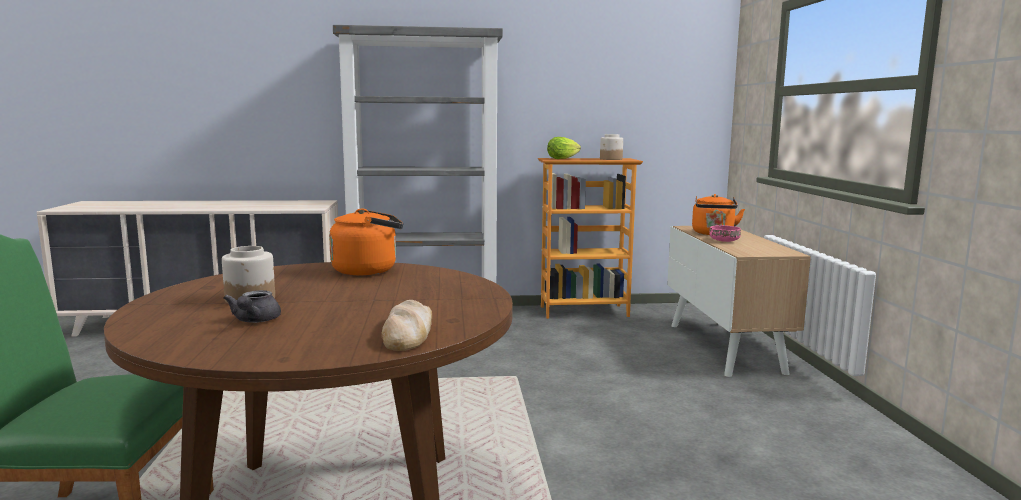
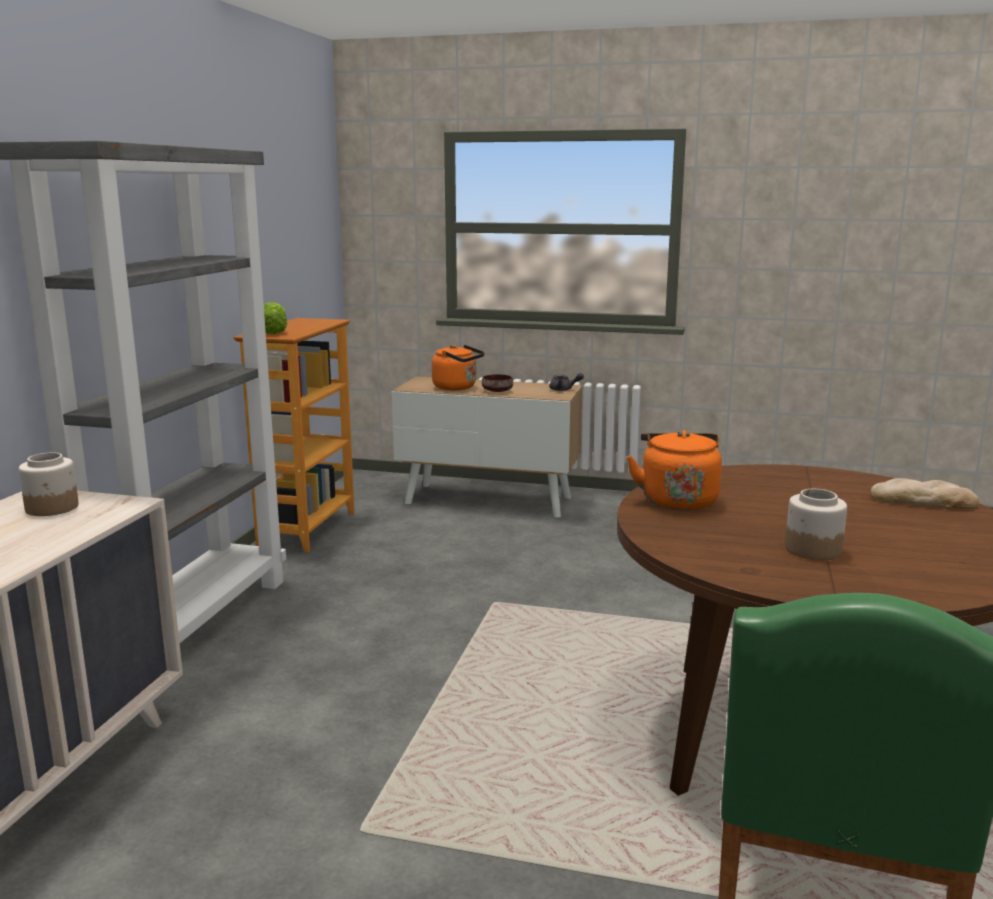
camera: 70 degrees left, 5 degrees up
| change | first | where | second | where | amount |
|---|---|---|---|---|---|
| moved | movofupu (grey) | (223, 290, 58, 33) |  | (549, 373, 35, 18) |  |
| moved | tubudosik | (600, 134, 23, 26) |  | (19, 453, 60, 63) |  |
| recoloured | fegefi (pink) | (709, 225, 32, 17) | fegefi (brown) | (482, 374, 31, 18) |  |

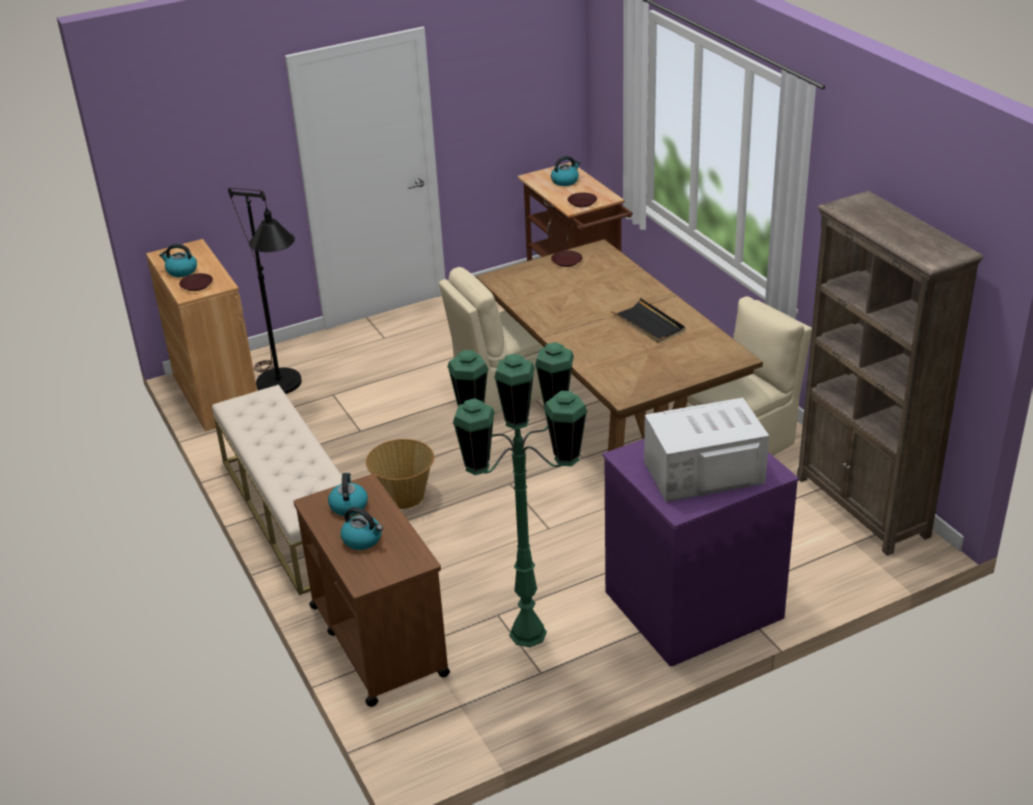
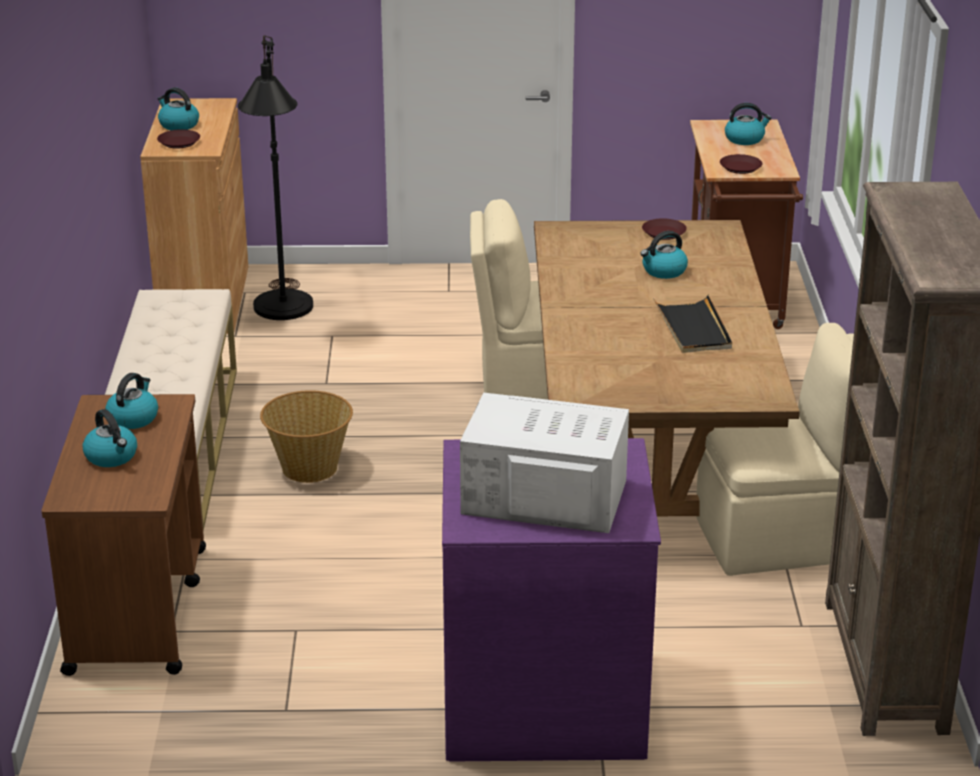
camera: 25 degrees right, 5 degrees down
| change | first | where | second | where | amount |
|---|---|---|---|---|---|
| removed | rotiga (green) | (447, 342, 140, 305) |  |  |  |
| added |  |  | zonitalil | (640, 231, 48, 48) |  |

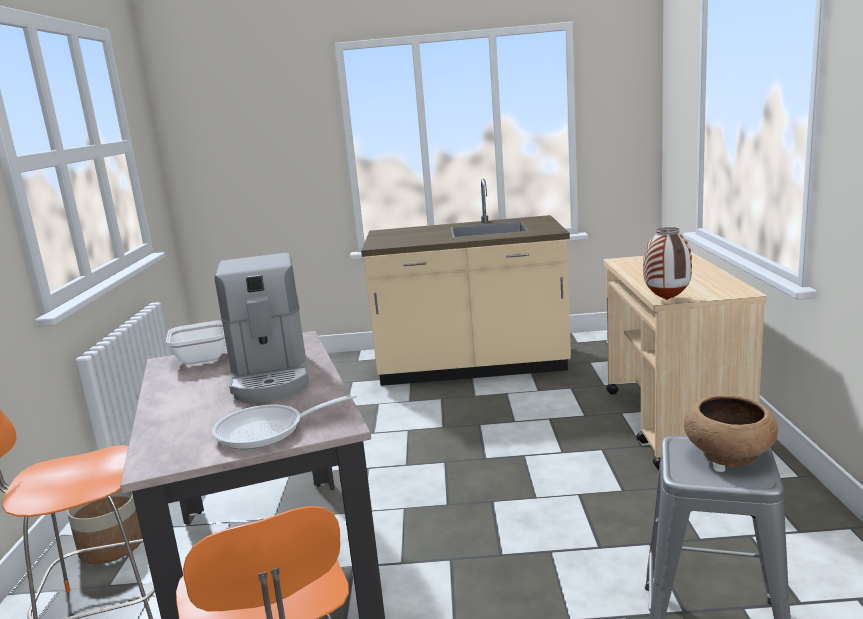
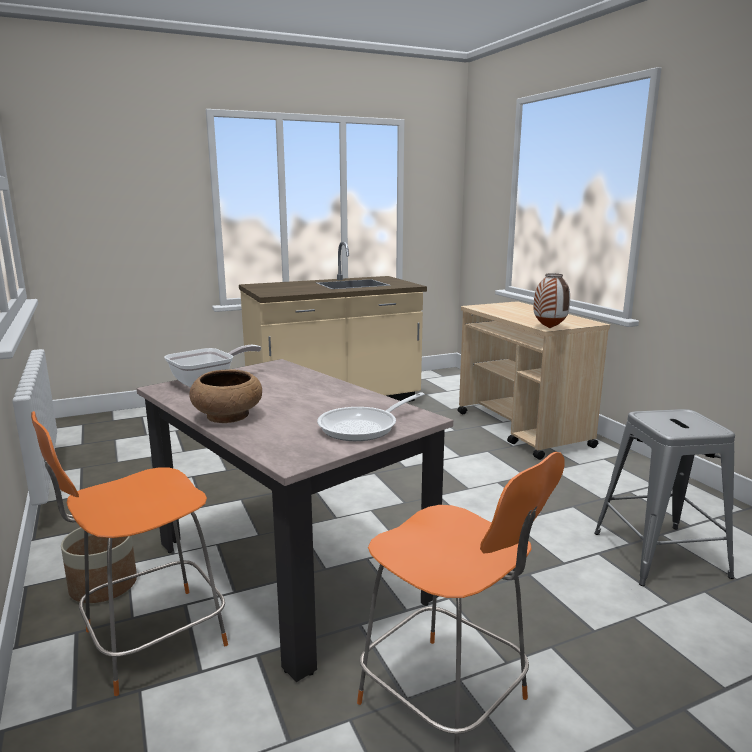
camera: 25 degrees left, 0 degrees up
| change | first | where | second | where | amount |
|---|---|---|---|---|---|
| removed | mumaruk | (214, 253, 95, 150) |  |  |  |
| moved | fegefi (brown) | (684, 395, 94, 71) |  | (189, 369, 73, 54) |  |

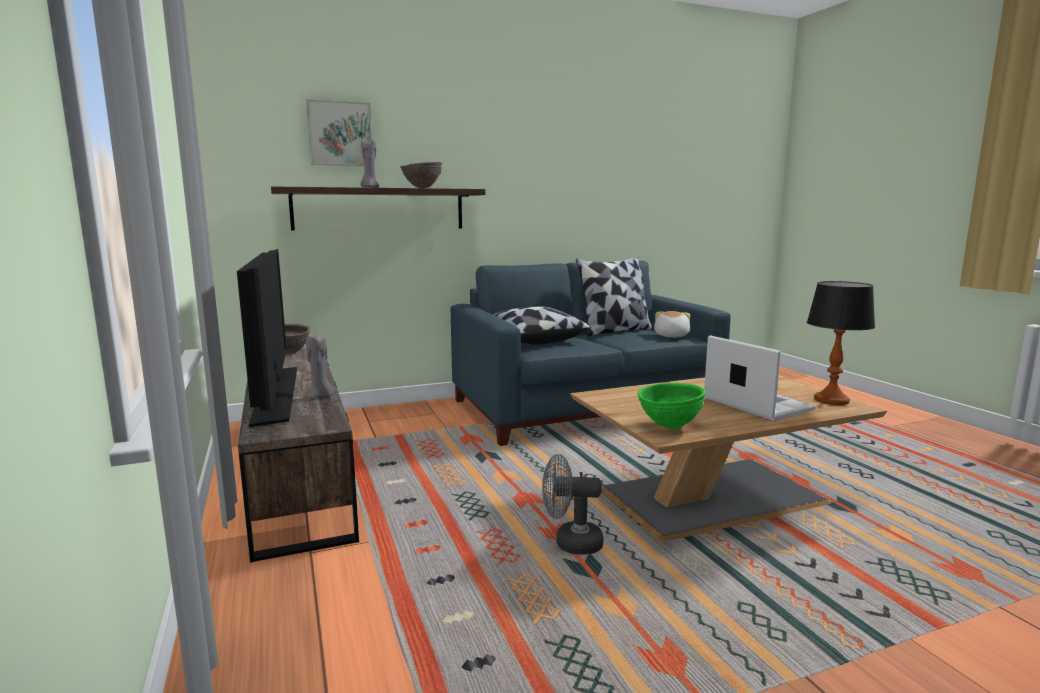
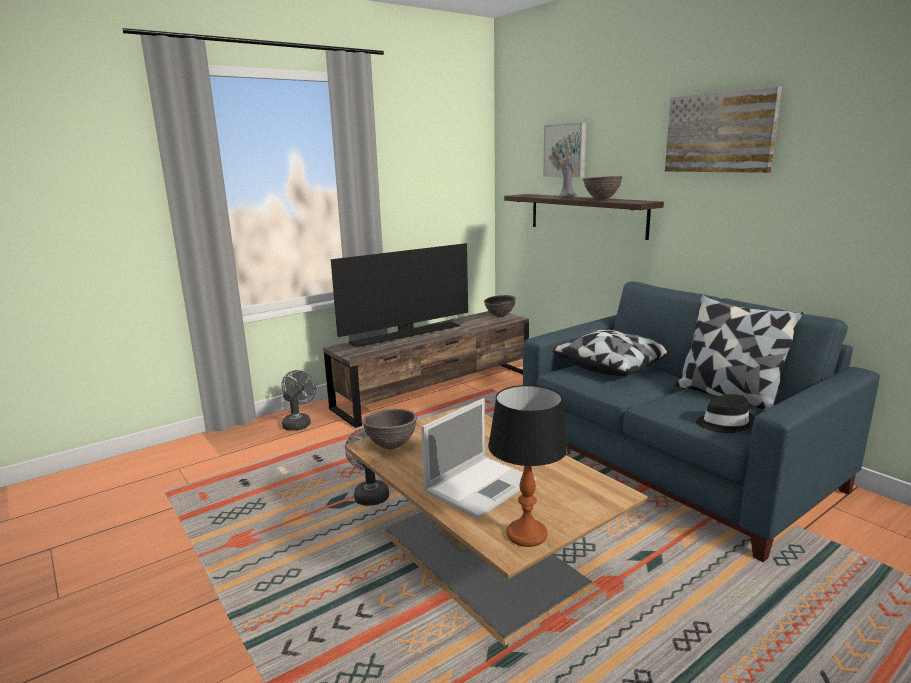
camera: 75 degrees right, 5 degrees up
| change | first | where | second | where | amount |
|---|---|---|---|---|---|
| removed | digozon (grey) | (306, 336, 28, 63) |  |  |  |
| recoloured | fegefi (green) | (637, 383, 69, 46) | fegefi (brown) | (361, 409, 56, 41) |  |
| replaced | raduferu | (654, 311, 36, 27) | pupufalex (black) | (696, 394, 59, 39) |  |
| added |  |  | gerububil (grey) | (282, 370, 34, 61) |  |
| added |  |  | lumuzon | (665, 87, 117, 86) |  |

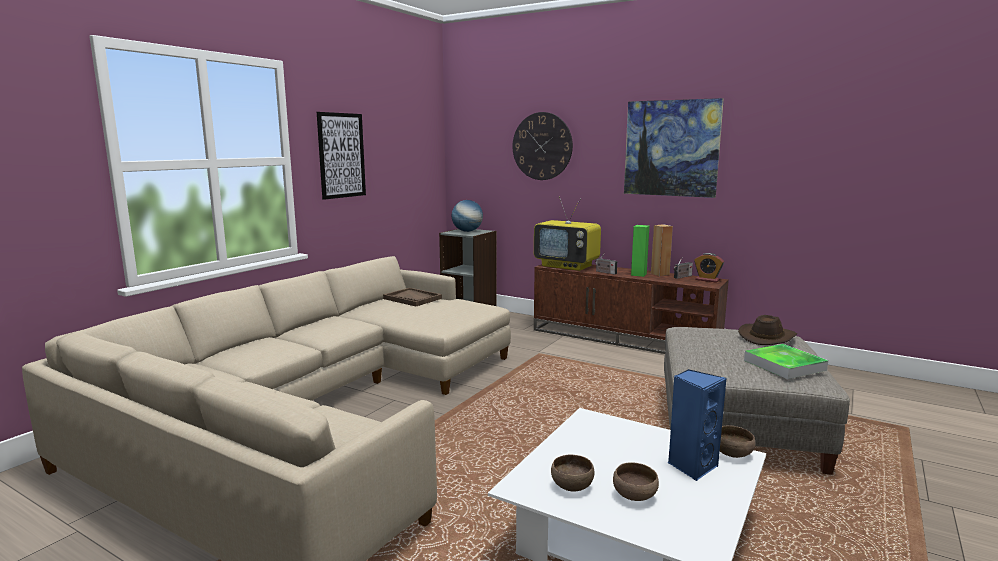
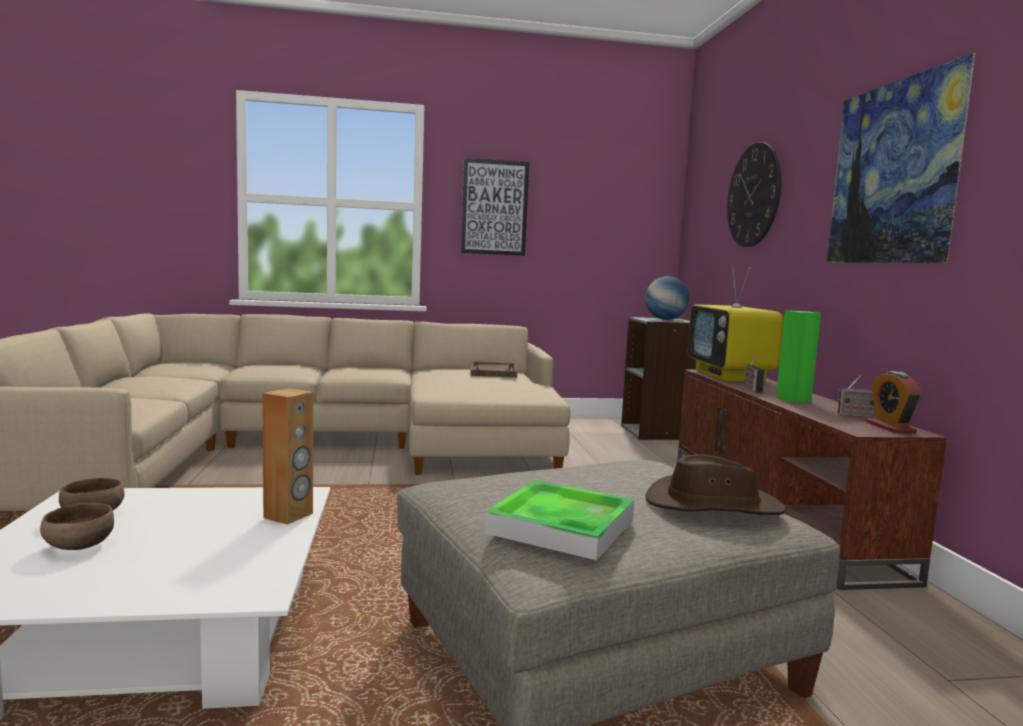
camera: 50 degrees right, 5 degrees down
| change | first | where | second | where | amount |
|---|---|---|---|---|---|
| moved | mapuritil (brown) | (651, 224, 22, 52) |  | (262, 388, 51, 137) |  |
| removed | mapuritil (blue) | (668, 369, 59, 112) |  |  |  |
| removed | fegefi (brown) | (720, 425, 35, 33) |  |  |  |

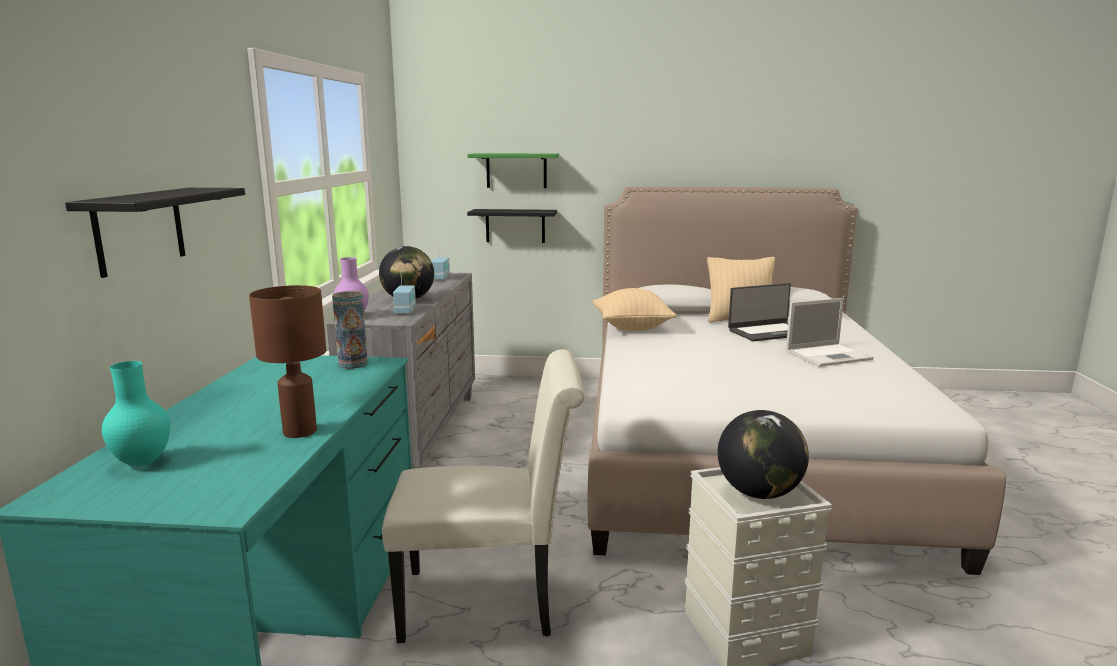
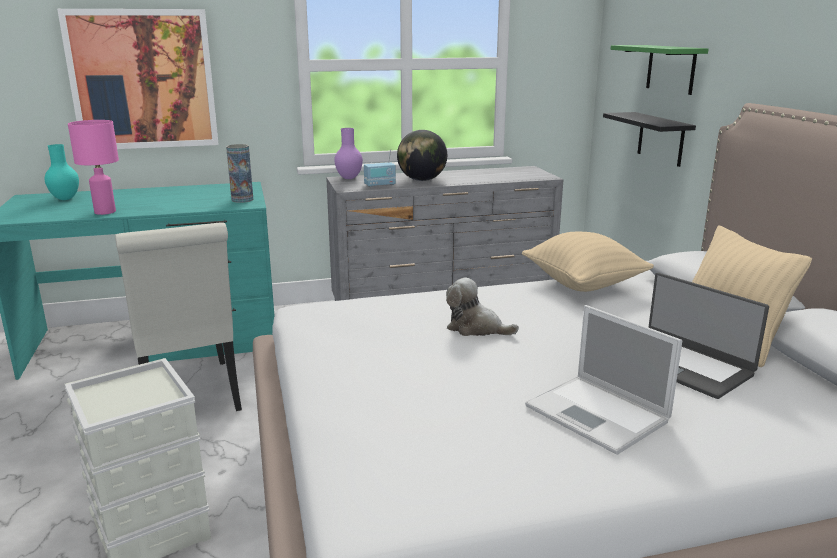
camera: 70 degrees right, 5 degrees up
| change | first | where | second | where | amount |
|---|---|---|---|---|---|
| replaced | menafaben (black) | (65, 188, 180, 90) | lumuzon | (57, 9, 162, 140) |  |
| recoloured | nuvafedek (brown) | (249, 285, 77, 153) | nuvafedek (pink) | (68, 120, 51, 95) |  |
| removed | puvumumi | (431, 246, 19, 35) |  |  |  |
| removed | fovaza | (718, 410, 91, 89) |  |  |  |
| added |  |  | raduferu | (446, 278, 73, 58) |  |

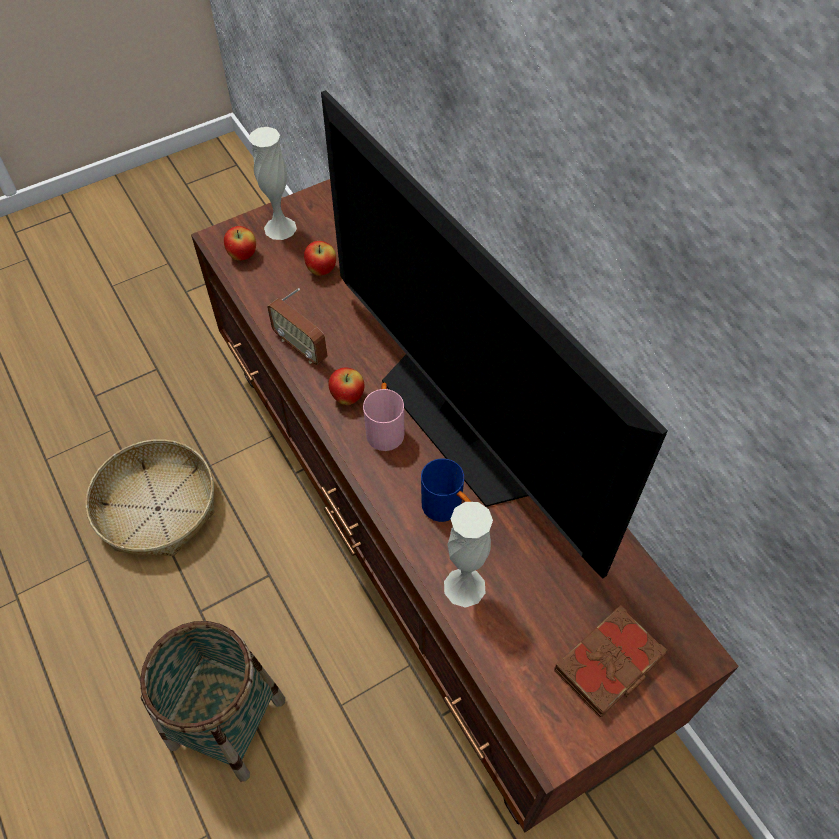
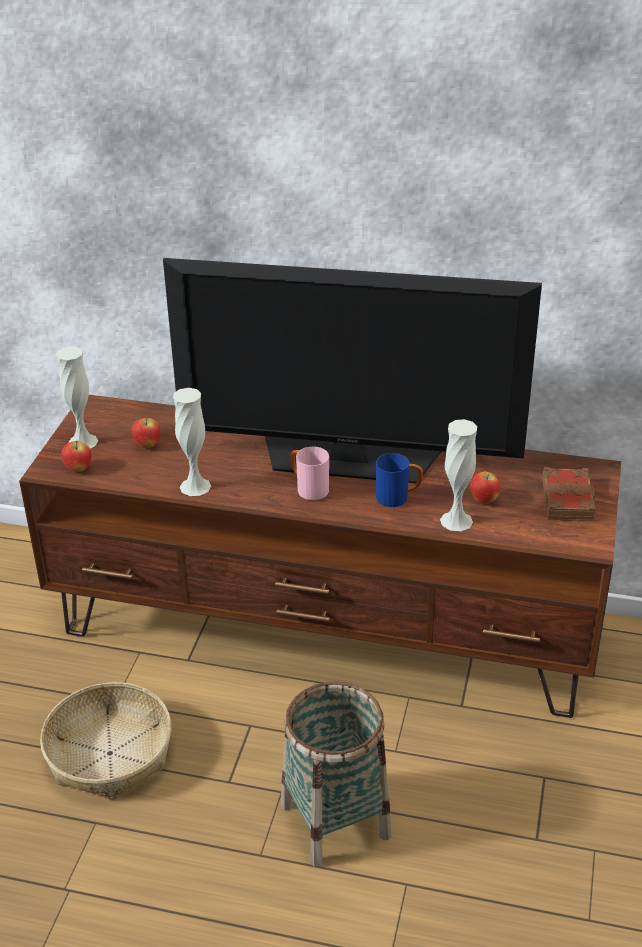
camera: 45 degrees left, 20 degrees down
| change | first | where | second | where | amount |
|---|---|---|---|---|---|
| replaced | puvumumi | (267, 288, 61, 77) | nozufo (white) | (173, 388, 38, 108) |  |
| moved | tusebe | (328, 368, 36, 37) |  | (470, 470, 30, 33) |  |

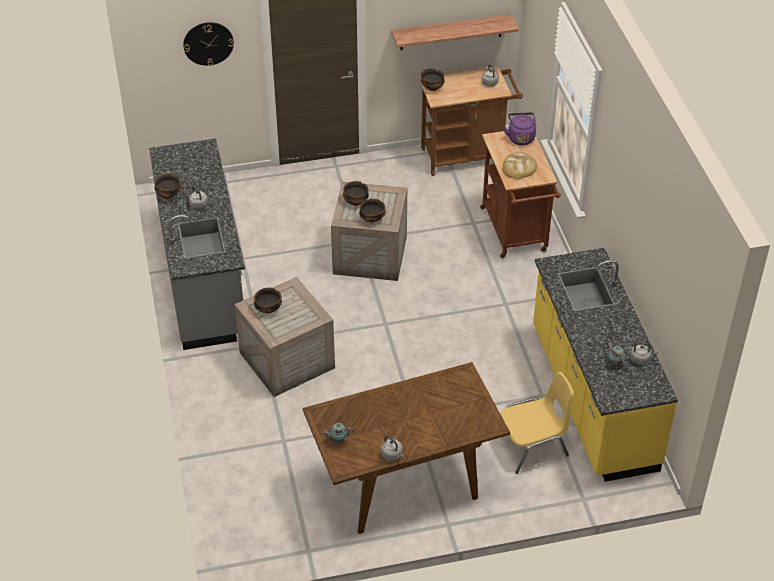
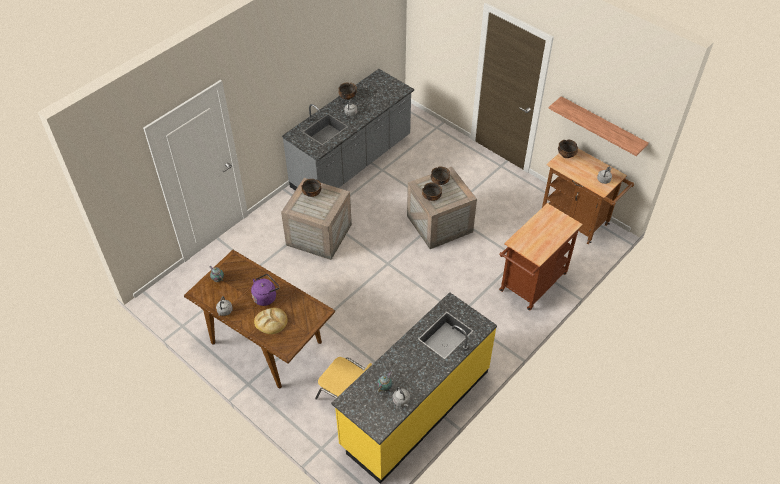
camera: 55 degrees right, 5 degrees up
| change | first | where | second | where | amount |
|---|---|---|---|---|---|
| removed | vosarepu | (183, 22, 51, 44) |  |  |  |
| moved | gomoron | (502, 152, 35, 27) |  | (254, 308, 34, 26) |  |
| moved | zonitalil (purple) | (503, 112, 33, 33) |  | (251, 274, 29, 32) |  |

